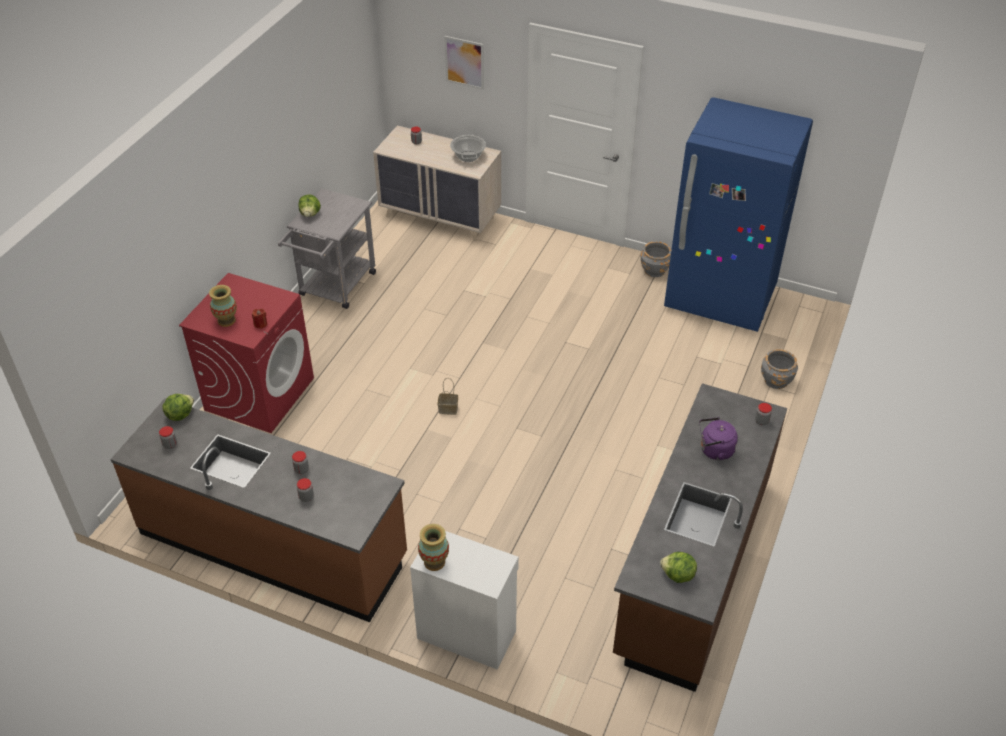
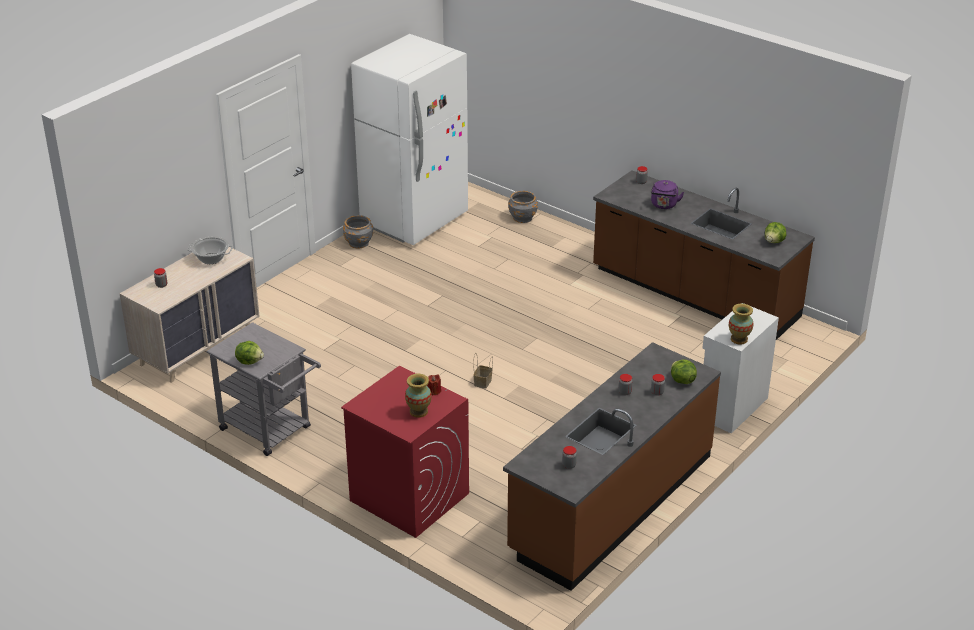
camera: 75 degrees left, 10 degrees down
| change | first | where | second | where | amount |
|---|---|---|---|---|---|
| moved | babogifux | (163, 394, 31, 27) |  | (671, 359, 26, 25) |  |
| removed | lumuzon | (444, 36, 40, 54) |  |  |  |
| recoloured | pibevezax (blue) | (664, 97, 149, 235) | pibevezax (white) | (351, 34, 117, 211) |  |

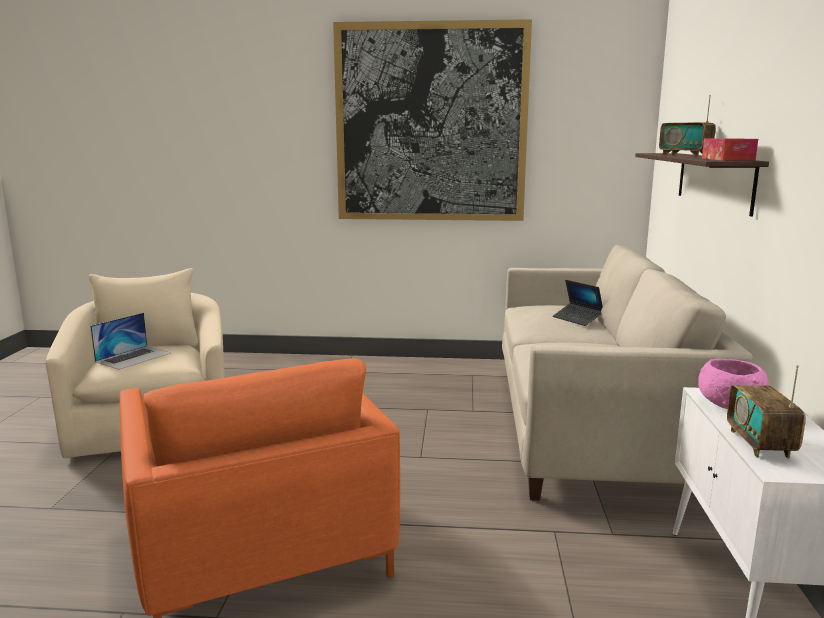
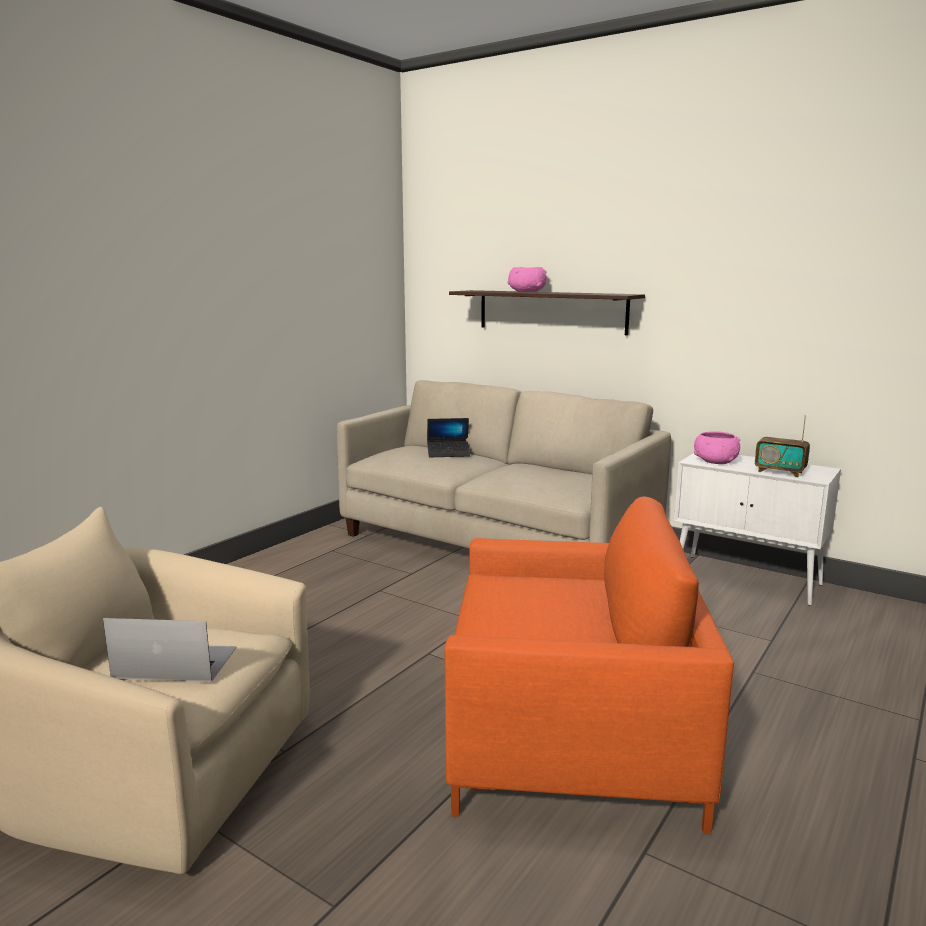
camera: 60 degrees left, 0 degrees up
| change | first | where | second | where | amount |
|---|---|---|---|---|---|
| turned | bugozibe | (90, 313, 81, 57) |  | (103, 618, 134, 64) | 60 degrees counterclockwise |
| removed | lumuzon | (333, 19, 199, 202) |  |  |  |
| replaced | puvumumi | (659, 95, 57, 61) | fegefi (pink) | (508, 267, 39, 25) |  |
| removed | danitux | (702, 138, 56, 23) |  |  |  |

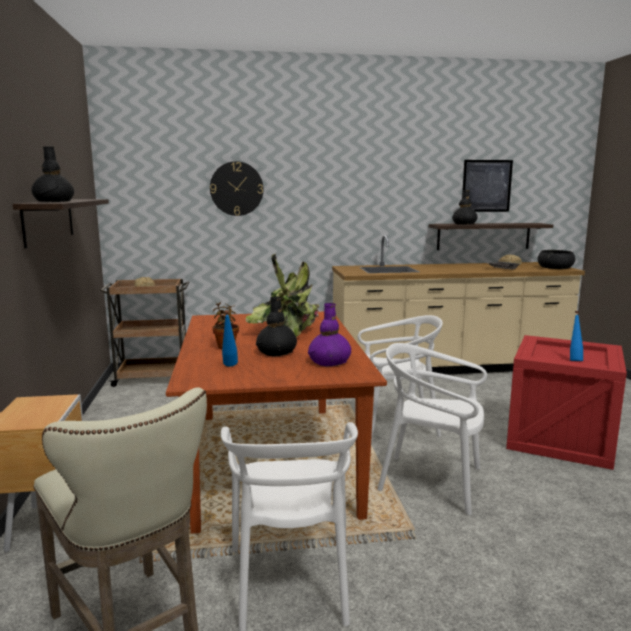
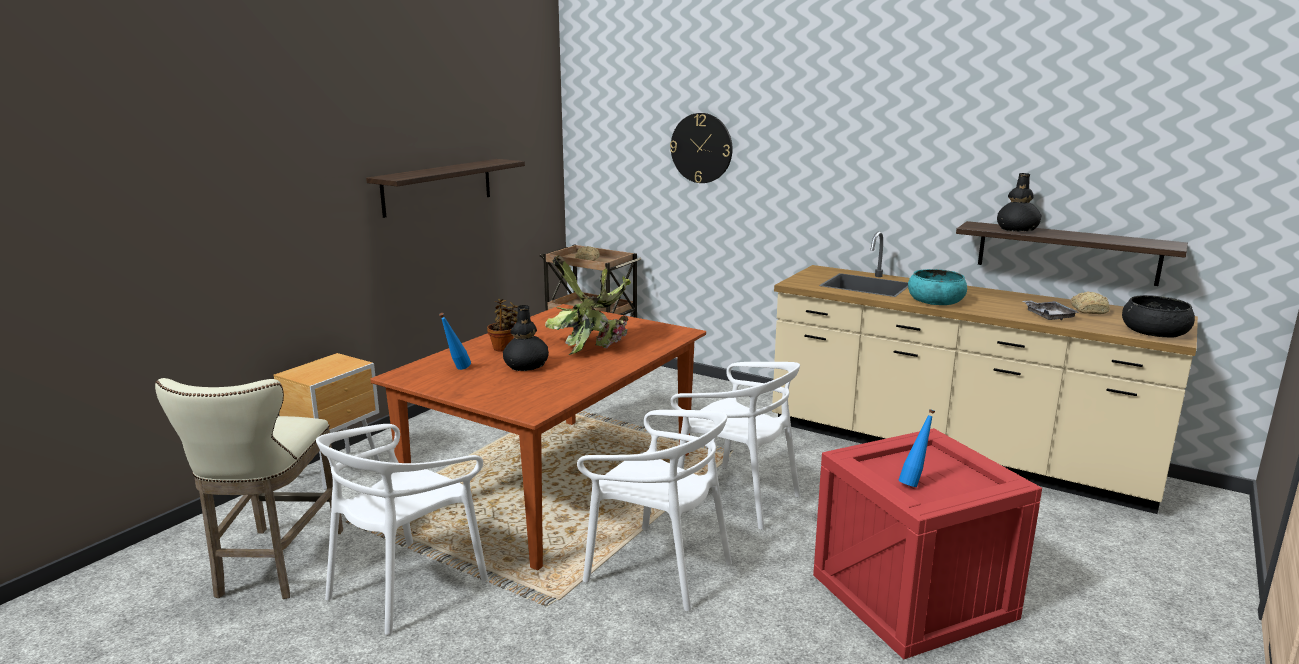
camera: 40 degrees right, 5 degrees up
| change | first | where | second | where | amount |
|---|---|---|---|---|---|
| removed | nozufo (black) | (32, 146, 42, 56) |  |  |  |
| removed | nozufo (purple) | (308, 303, 43, 64) |  |  |  |
| turned | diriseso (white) | (377, 343, 110, 172) |  | (577, 410, 155, 201) | 150 degrees clockwise |
| removed | lumuzon | (462, 160, 51, 52) |  |  |  |
| added |  |  | fegefi (turquoise) | (908, 269, 59, 36) |  |

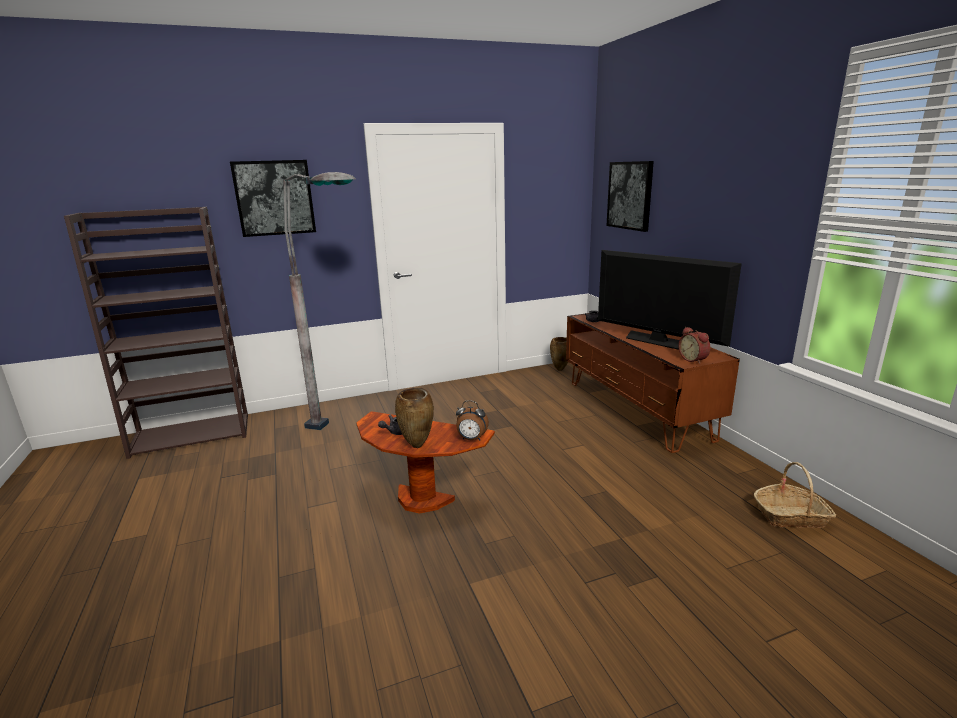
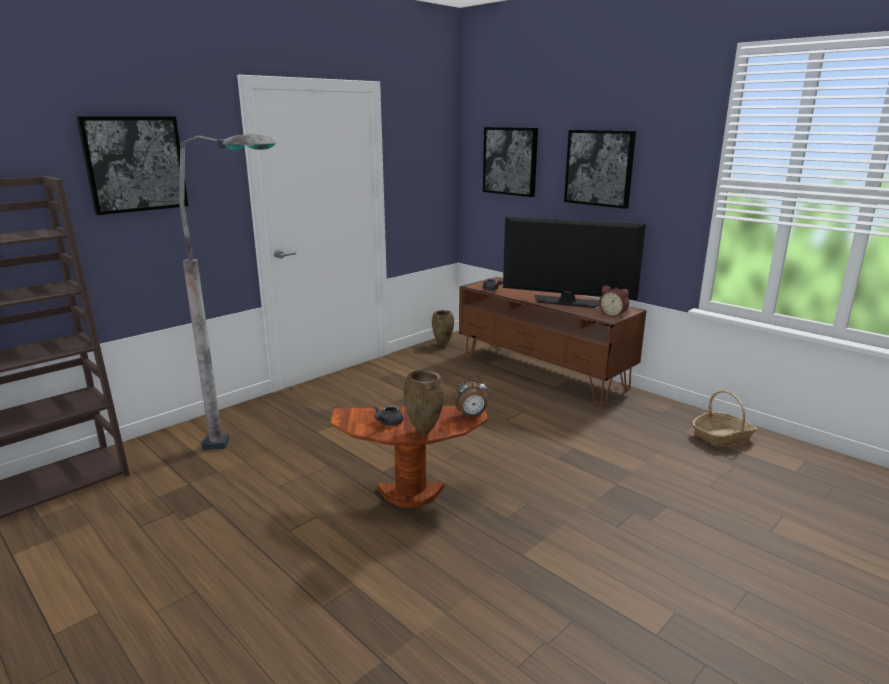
camera: 25 degrees left, 0 degrees up
| change | first | where | second | where | amount |
|---|---|---|---|---|---|
| added |  |  | lumuzon | (564, 130, 72, 79) |  |

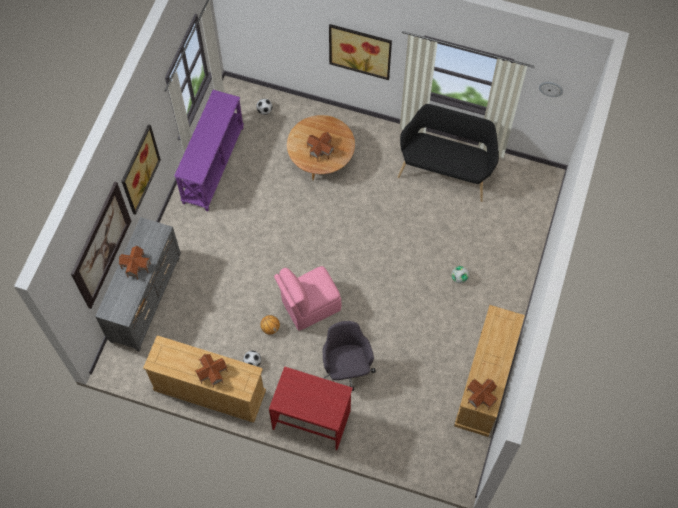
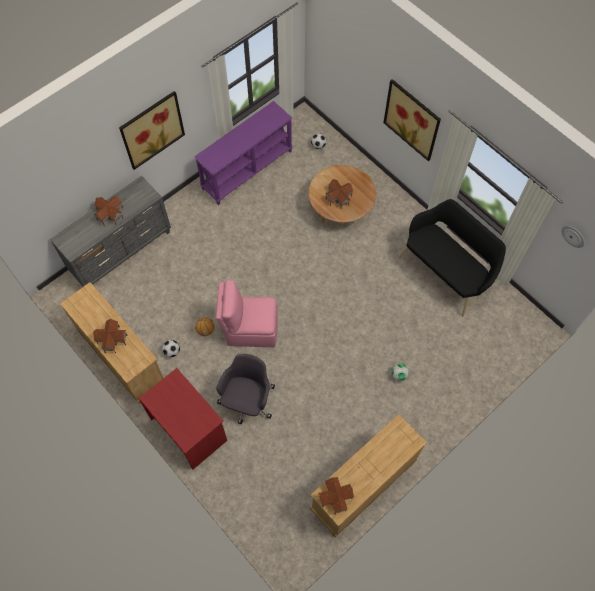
camera: 30 degrees right, 0 degrees up
| change | first | where | second | where | amount |
|---|---|---|---|---|---|
| removed | lumuzon | (71, 182, 60, 127) |  |  |  |

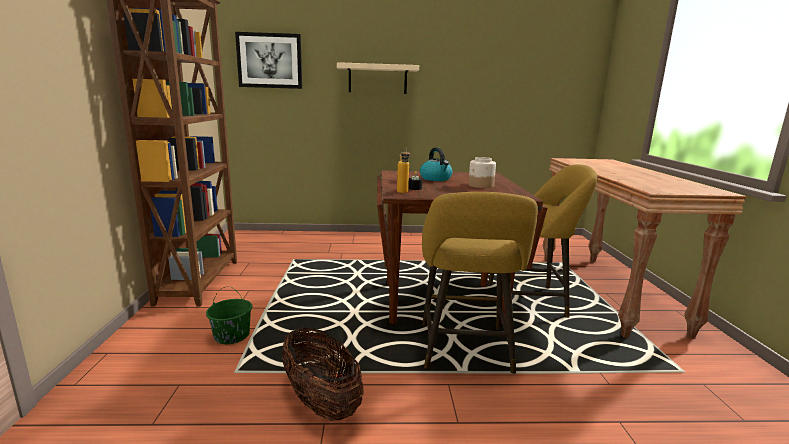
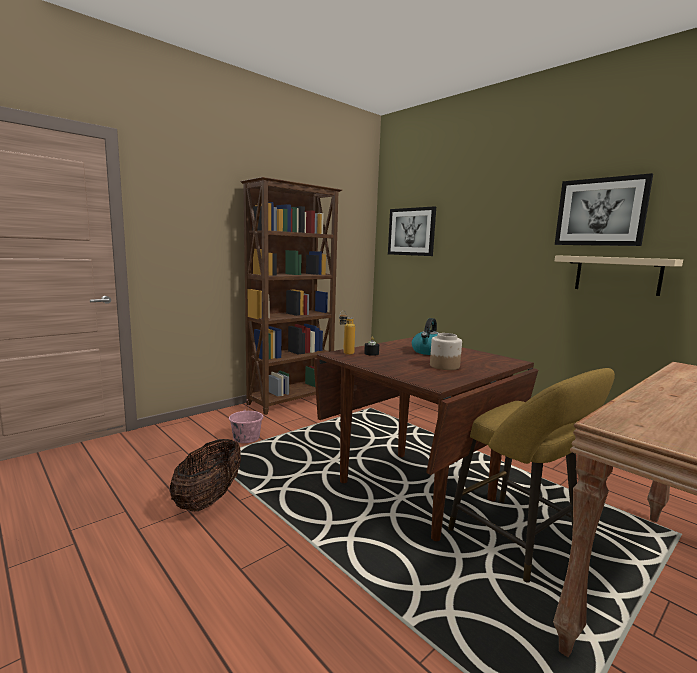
camera: 50 degrees right, 5 degrees down
| change | first | where | second | where | amount |
|---|---|---|---|---|---|
| recoloured | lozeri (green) | (206, 286, 46, 58) | lozeri (pink) | (229, 399, 34, 44) |  |
| moved | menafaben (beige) | (337, 62, 82, 32) |  | (555, 255, 128, 41) |  |
| removed | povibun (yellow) | (422, 192, 116, 182) |  |  |  |
| added |  |  | lumuzon | (555, 173, 98, 73) |  |

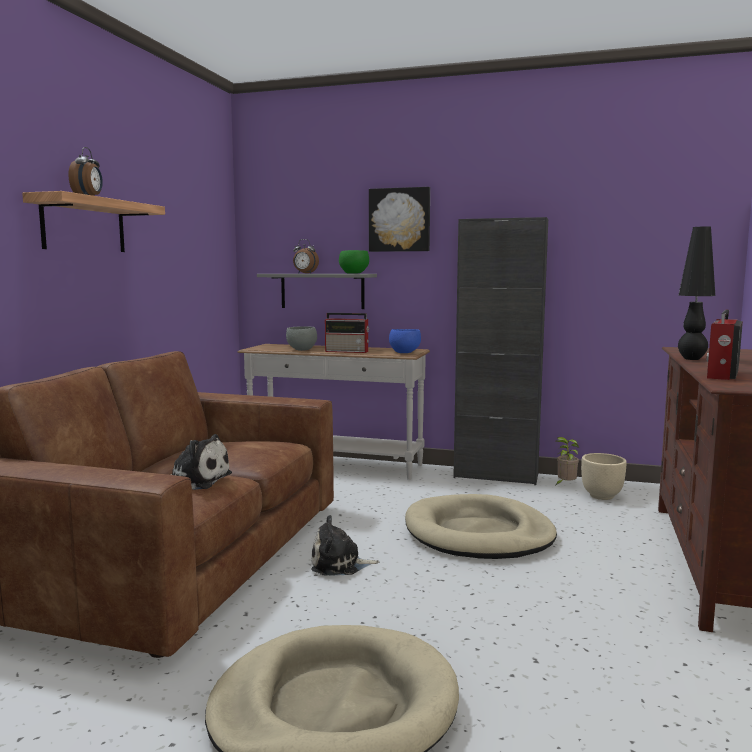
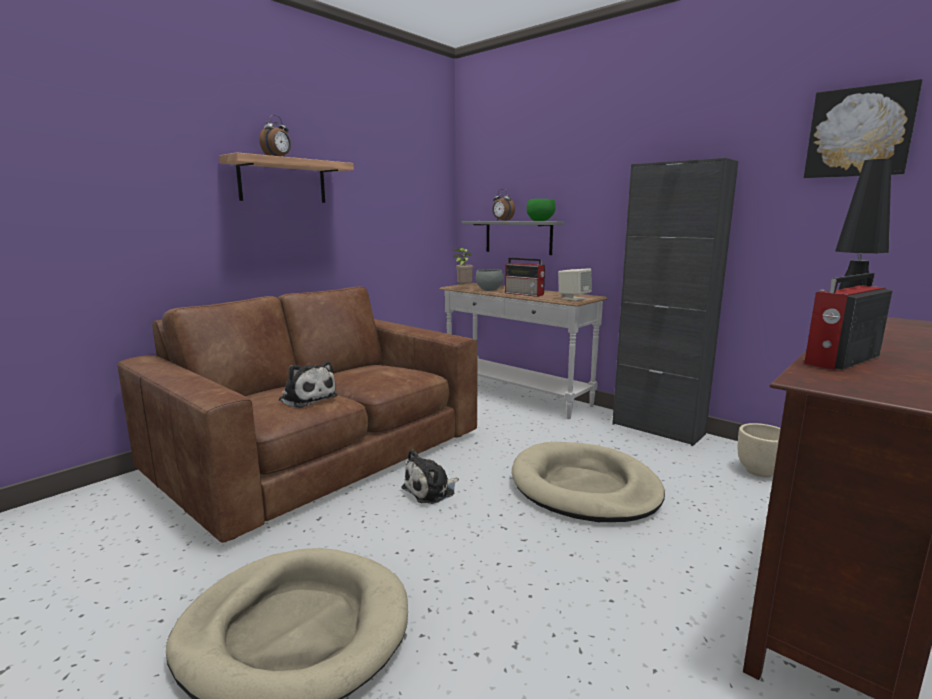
camera: 25 degrees right, 5 degrees up
| change | first | where | second | where | amount |
|---|---|---|---|---|---|
| turned | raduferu | (311, 515, 69, 61) |  | (401, 449, 58, 55) | 60 degrees counterclockwise |
| moved | lumuzon | (369, 187, 61, 65) |  | (804, 79, 118, 99) |  |
| replaced | fegefi (blue) | (389, 329, 32, 24) | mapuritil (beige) | (558, 269, 34, 32) |  |
| moved | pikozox | (556, 437, 23, 48) |  | (453, 248, 20, 38) |  |

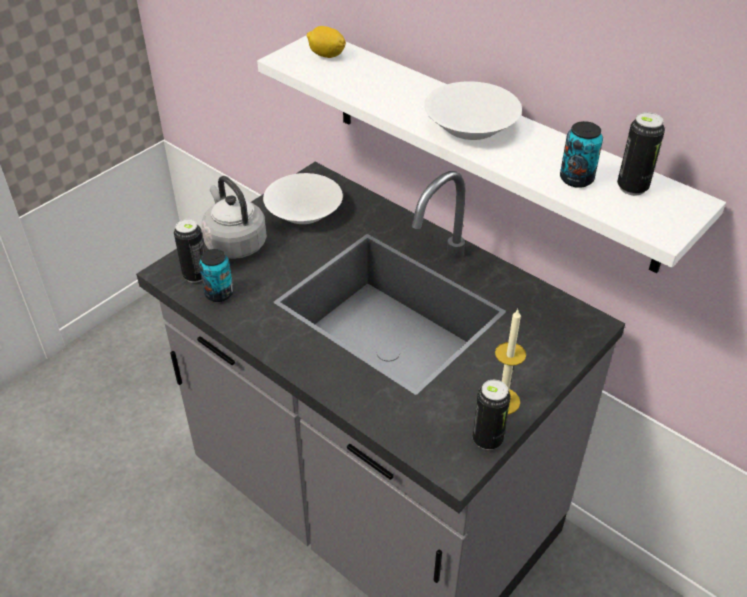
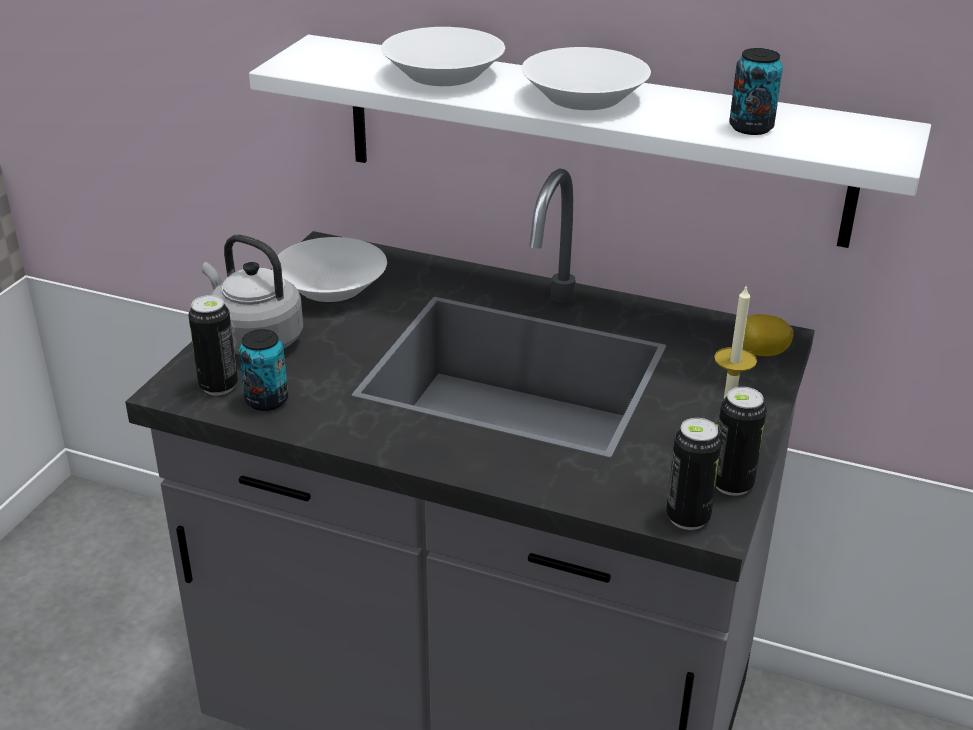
camera: 20 degrees left, 10 degrees down
| change | first | where | second | where | amount |
|---|---|---|---|---|---|
| moved | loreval | (306, 26, 40, 32) |  | (743, 314, 51, 42) |  |
| moved | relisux | (617, 112, 48, 84) |  | (666, 418, 56, 112) |  |
| added |  |  | fegefi (white) | (381, 27, 124, 59) |  |

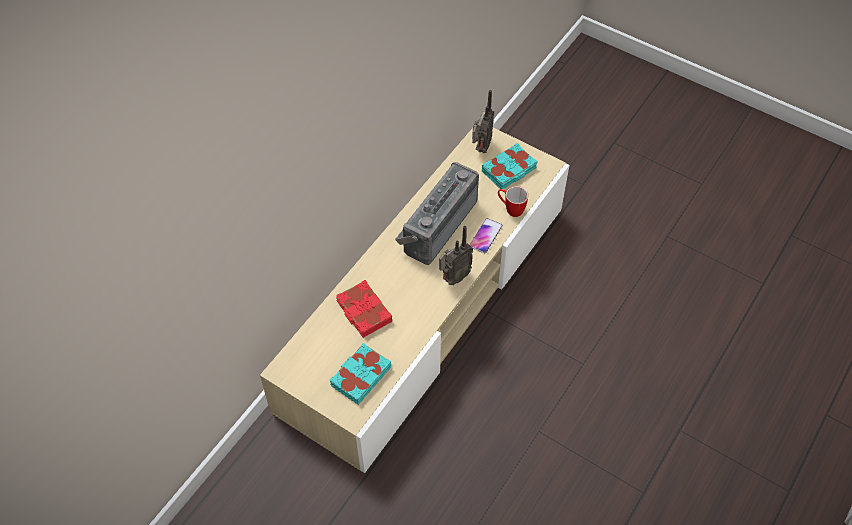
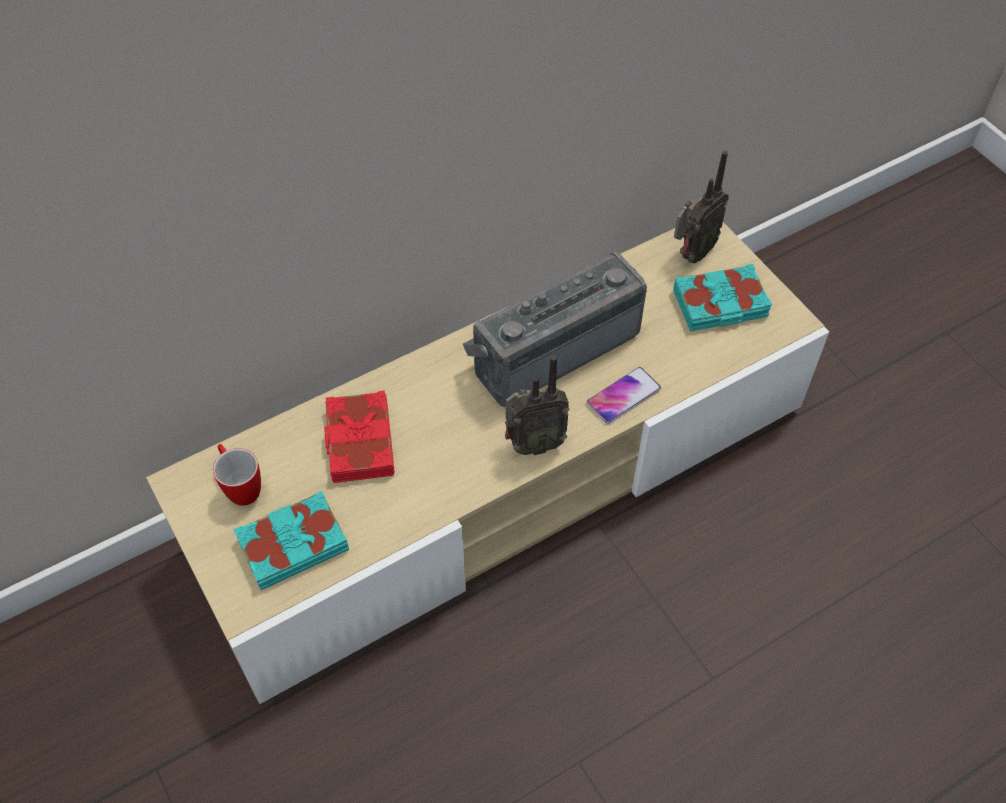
camera: 25 degrees right, 0 degrees up
| change | first | where | second | where | amount |
|---|---|---|---|---|---|
| moved | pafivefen | (498, 186, 30, 31) |  | (213, 444, 48, 62) |  |

